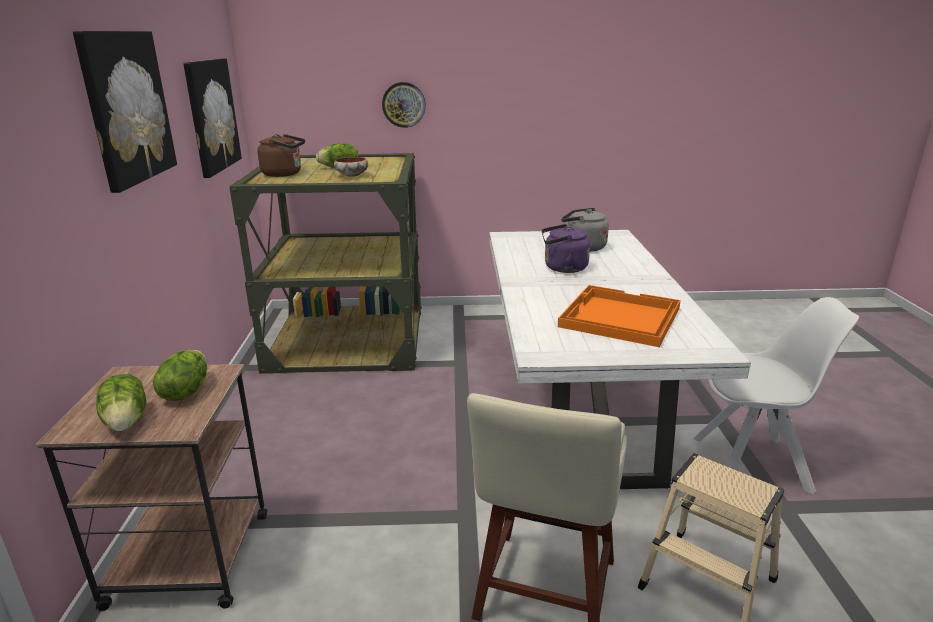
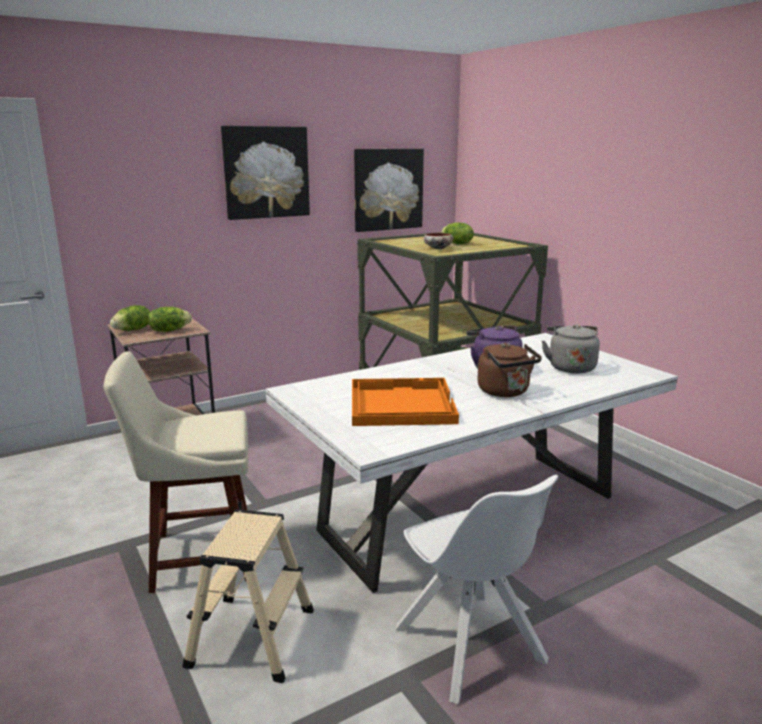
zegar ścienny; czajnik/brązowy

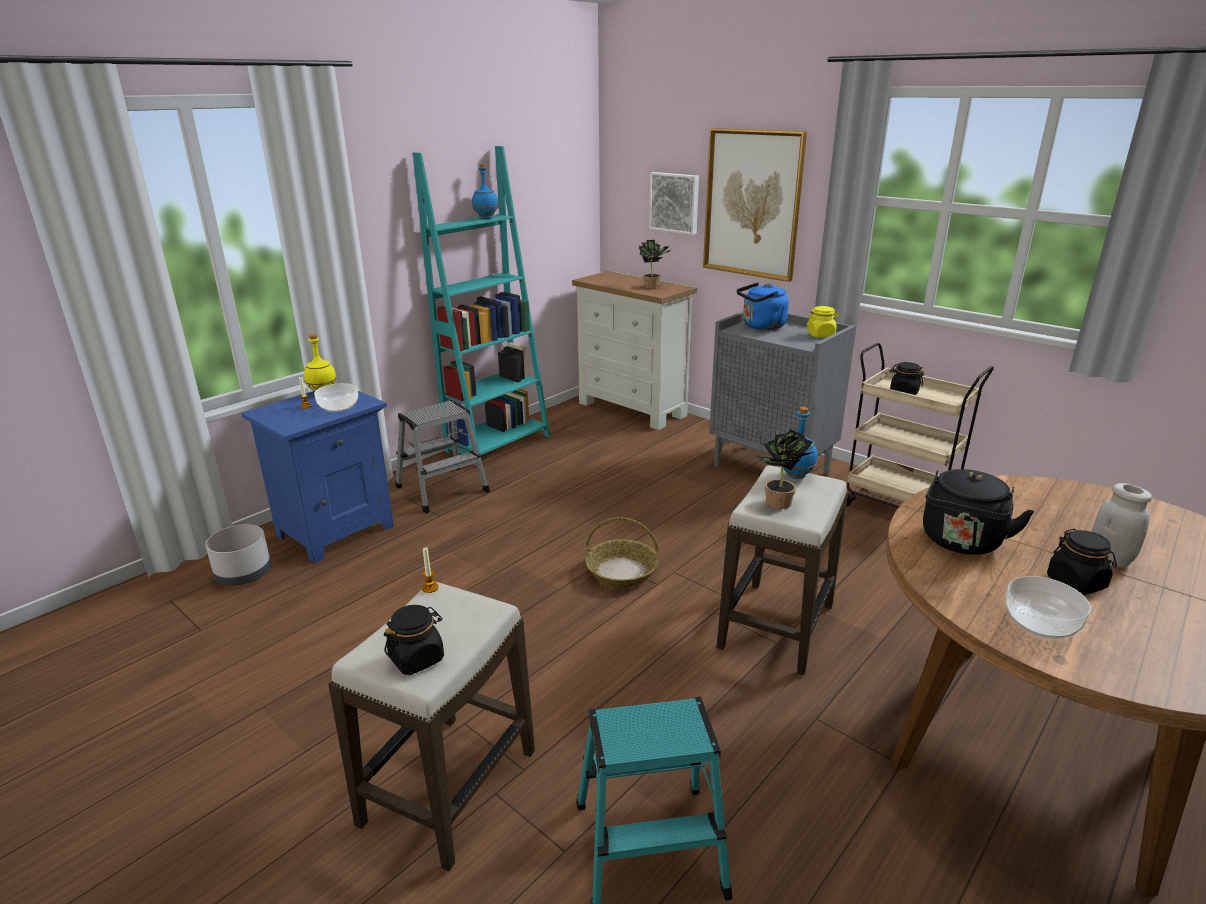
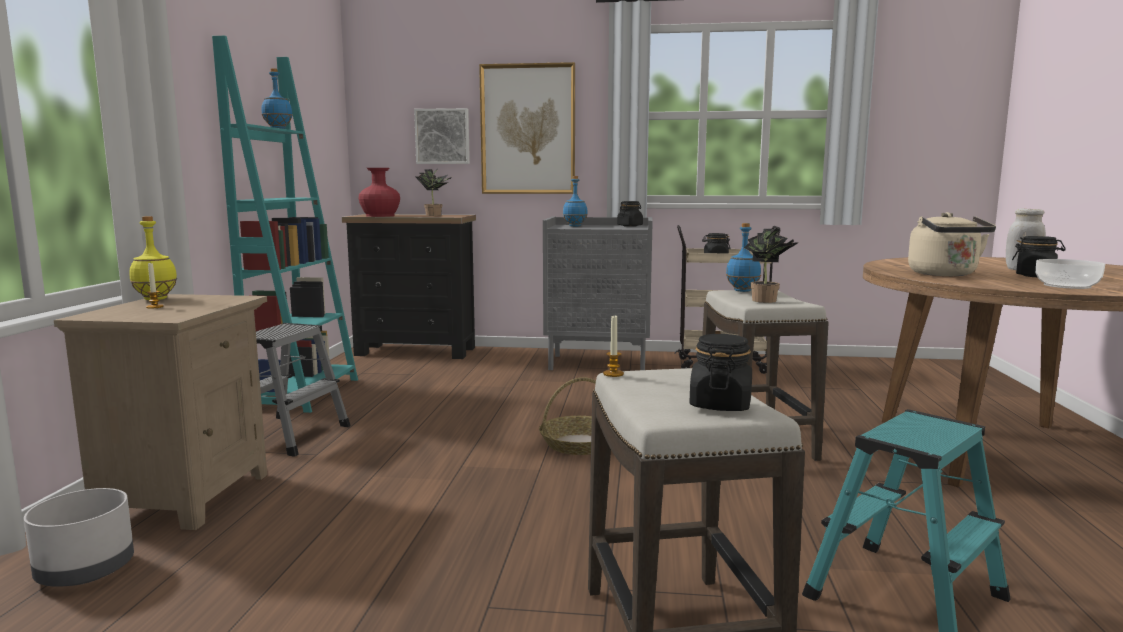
miska (1st from left in the first image); wazon/czerwony; butelka/niebieski (2nd from left); szafka nocna/beżowy; komoda/czarny; słoik/czarny (1st from left); czajnik/beżowy

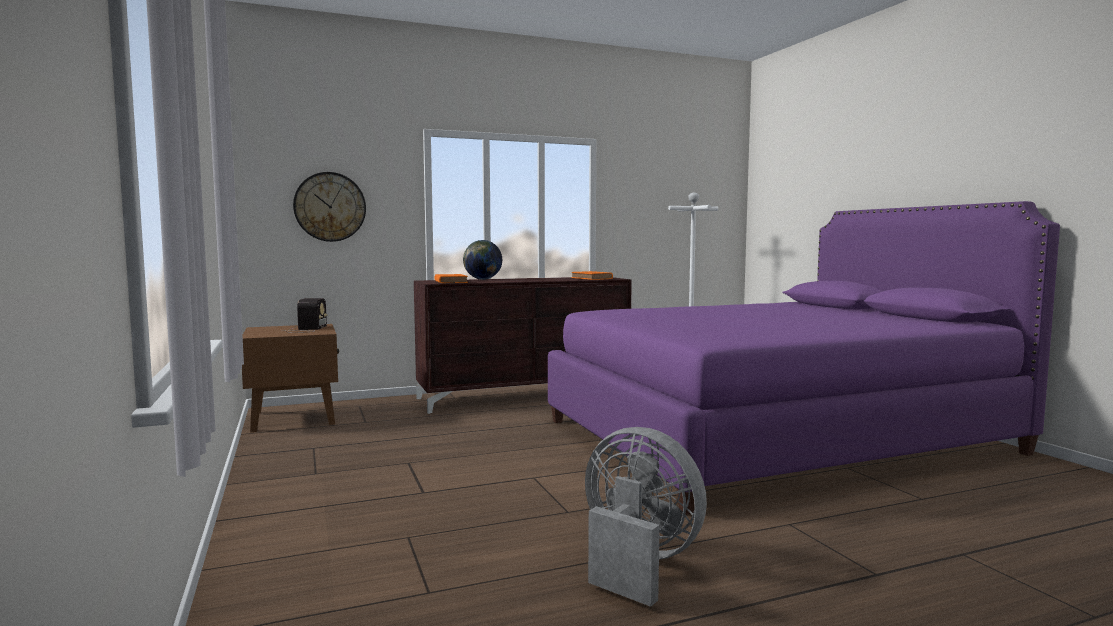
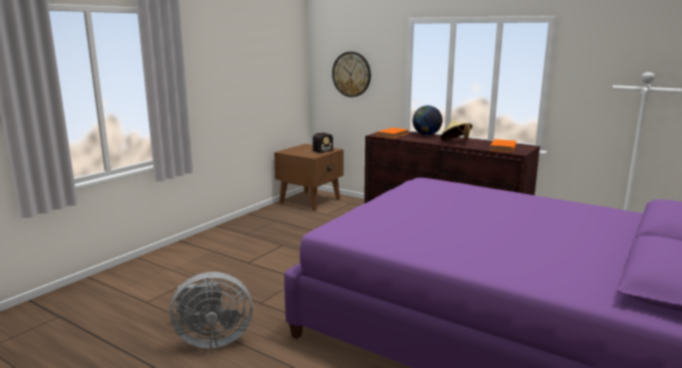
kapelusz/beżowy; wentylator/szary

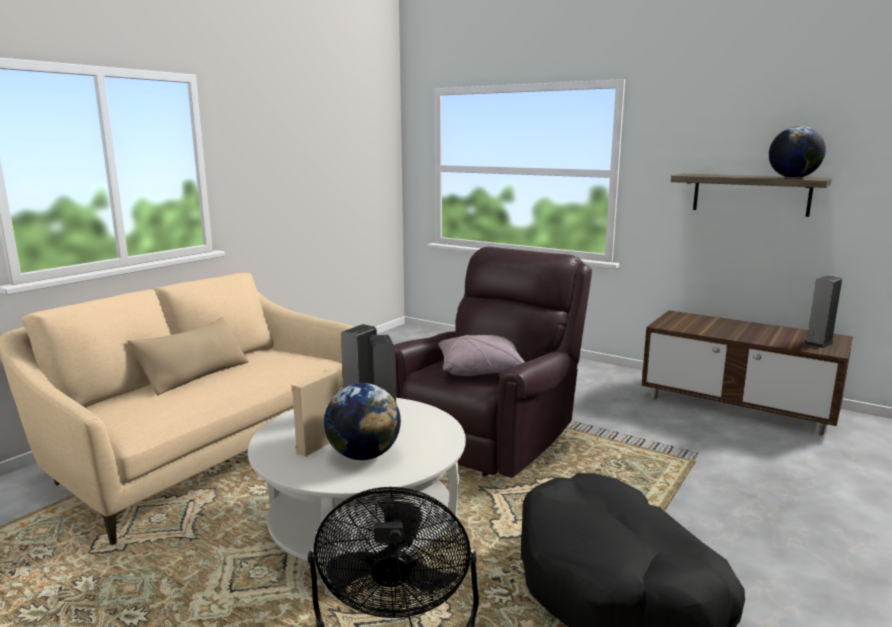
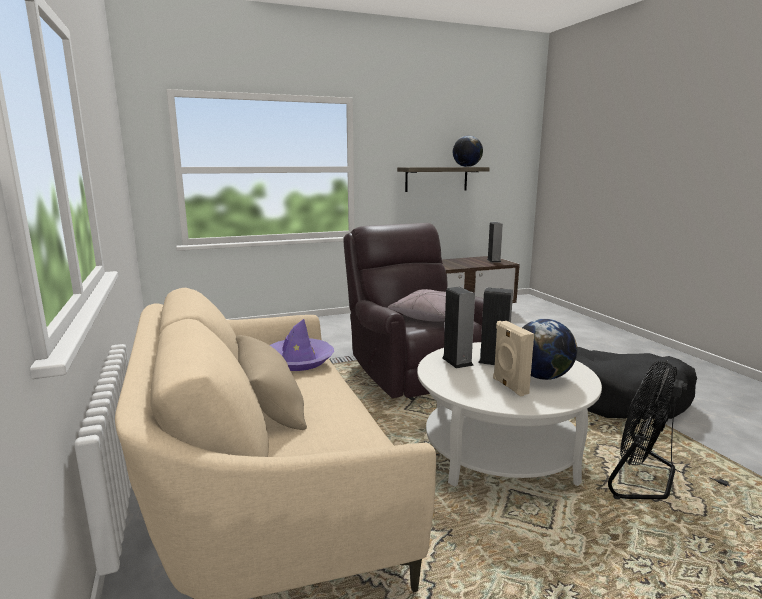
kapelusz/fioletowy

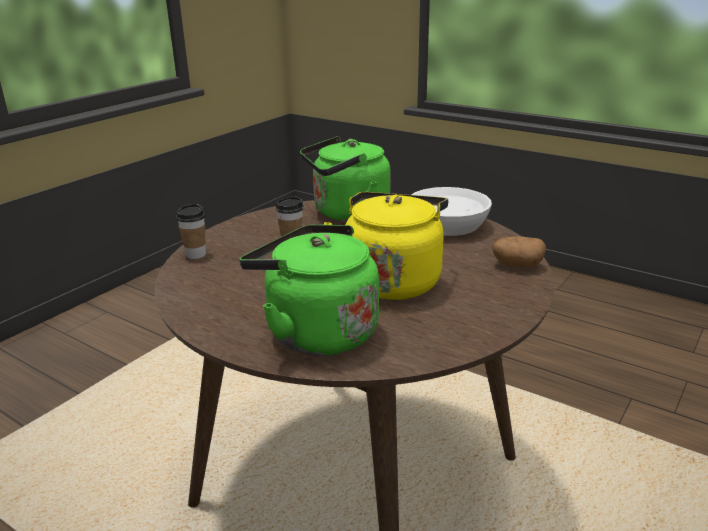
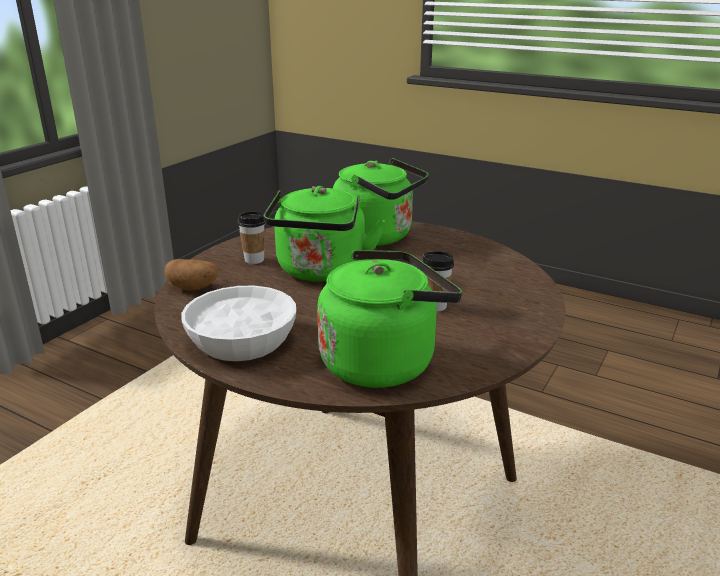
filiżanka (1st from left); czajnik/zielony (1st from left)

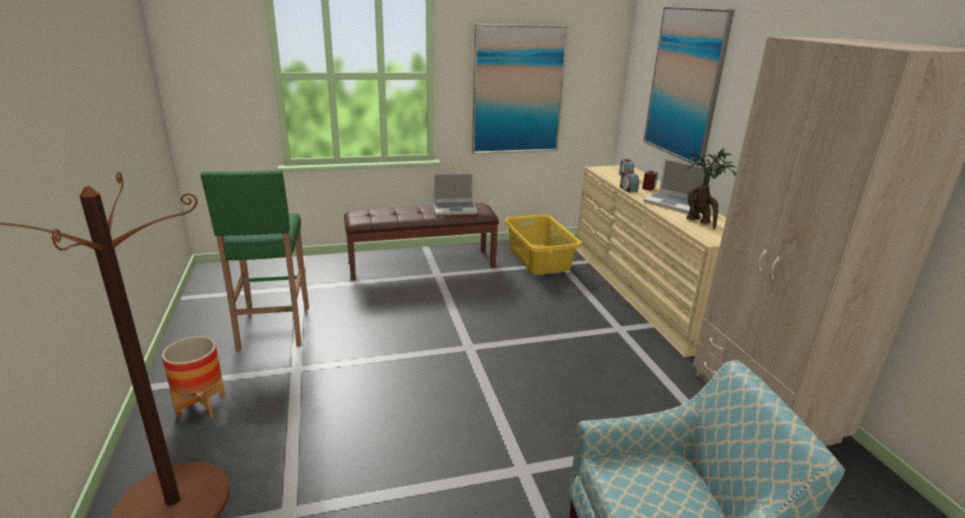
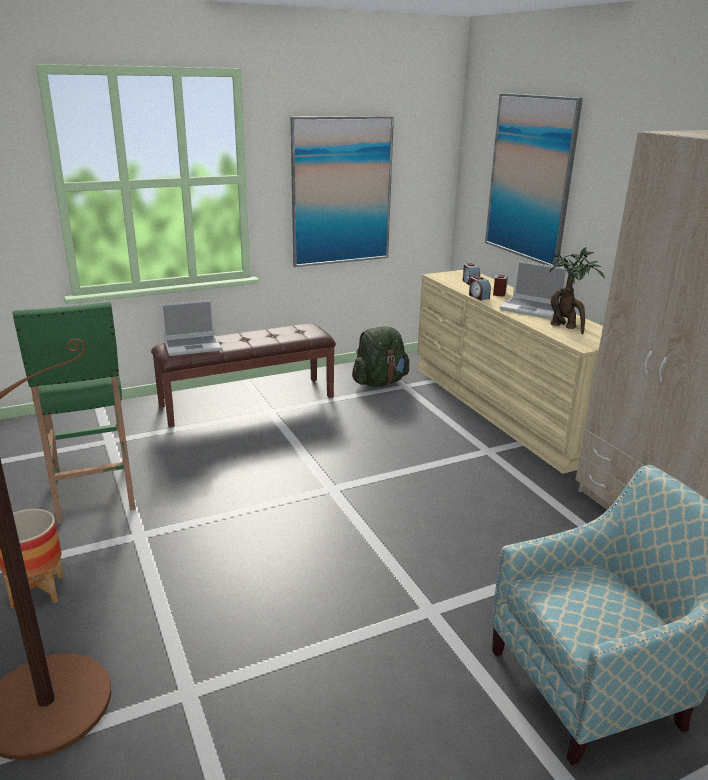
laptop (1st from left); plecak/zielony

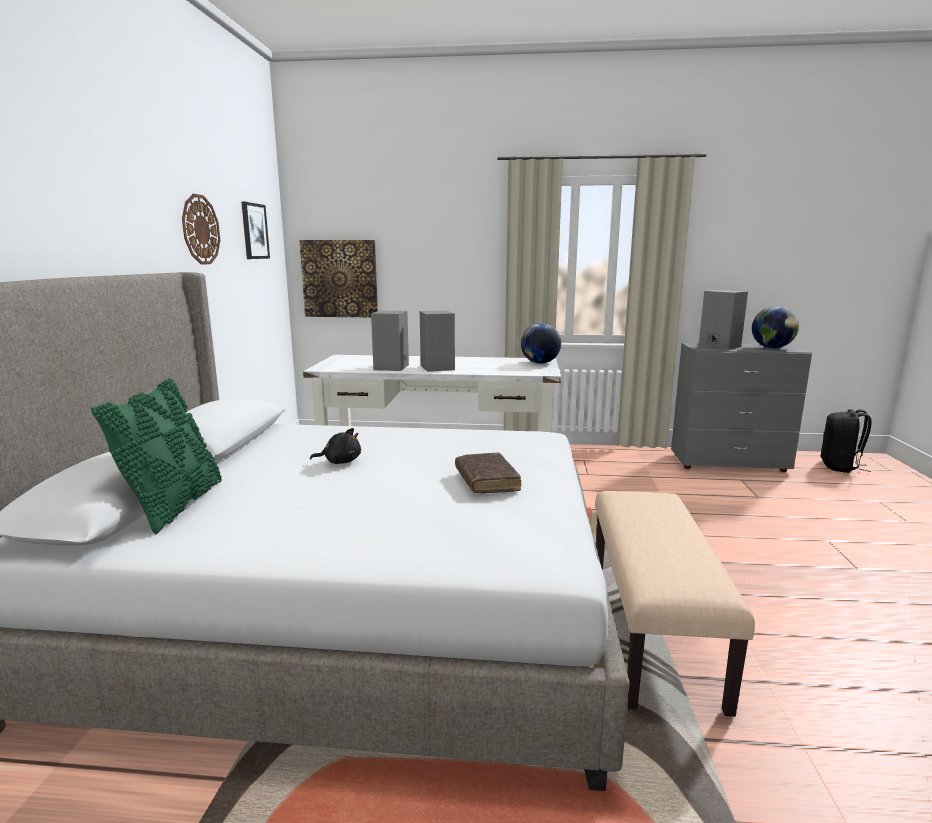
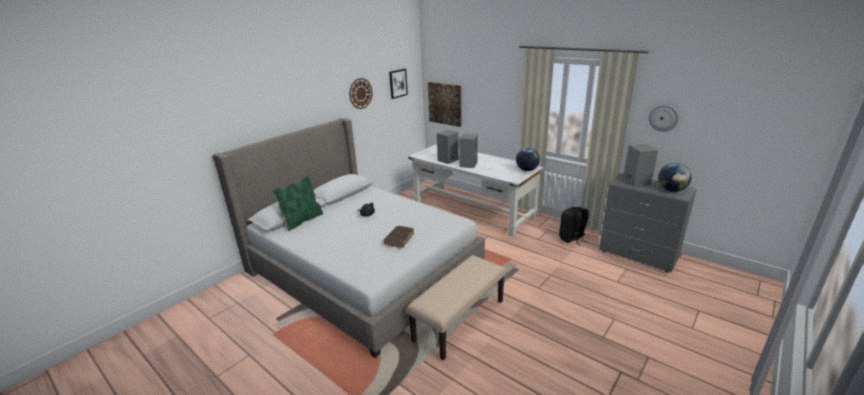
zegar ścienny (2nd from left); plecak/czarny

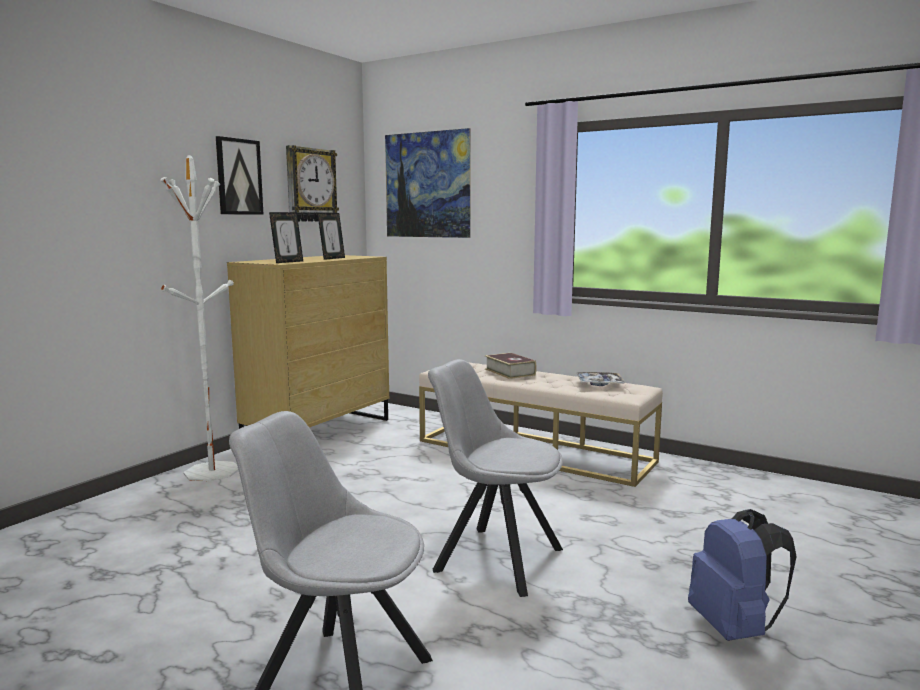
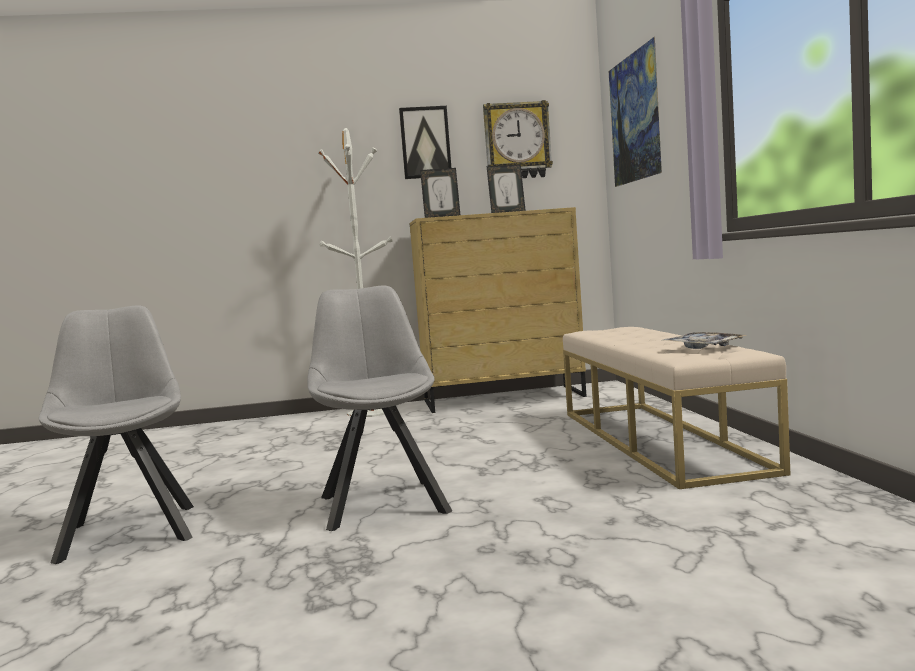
książka; plecak/niebieski

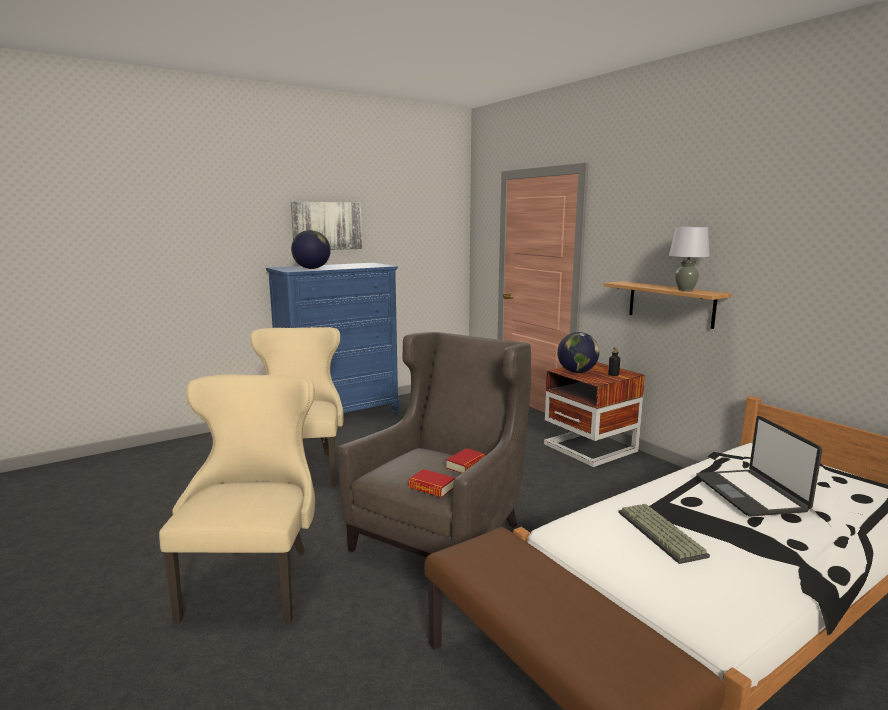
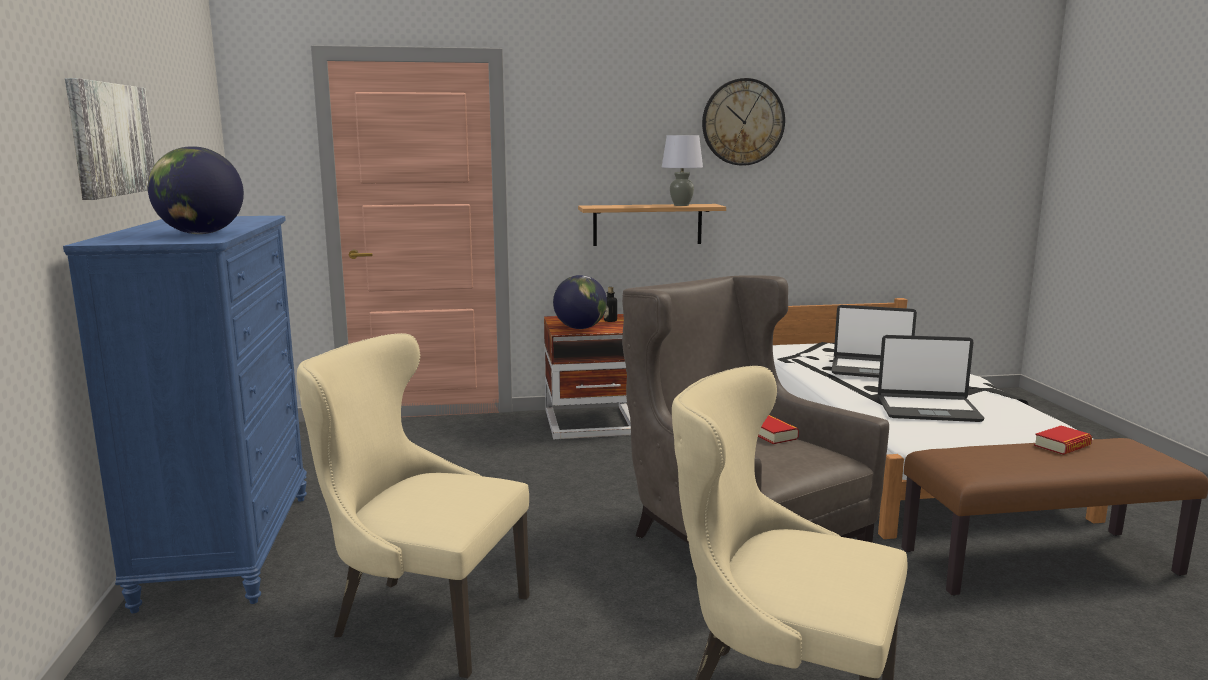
zegar ścienny; książka (2nd from left); laptop (2nd from left)

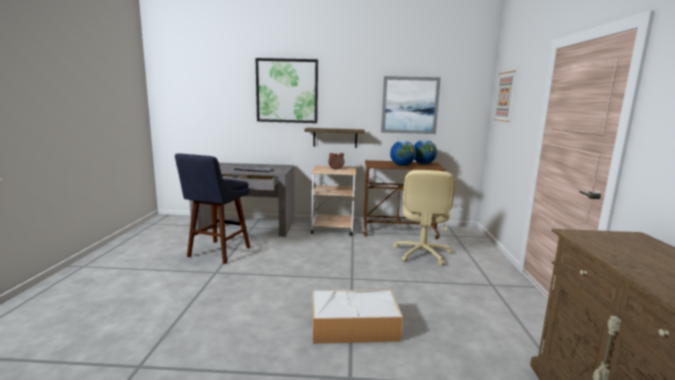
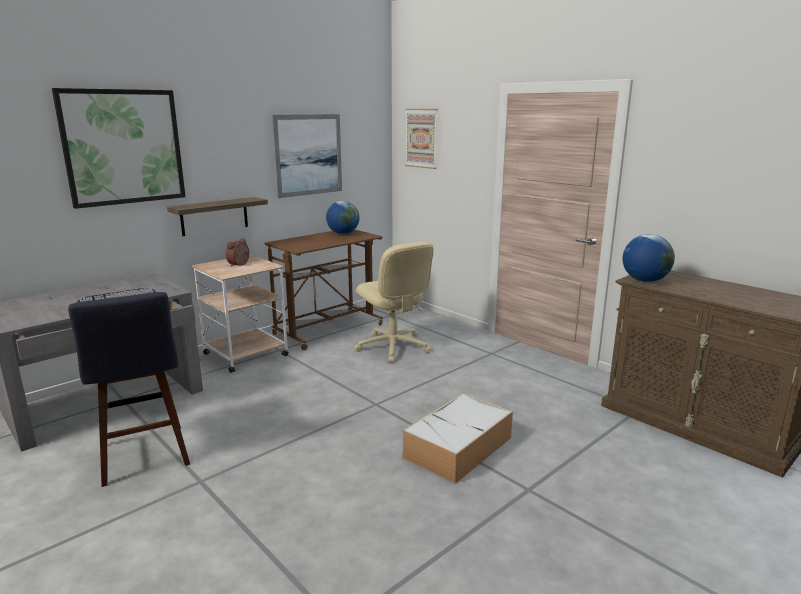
globus (2nd from left)

